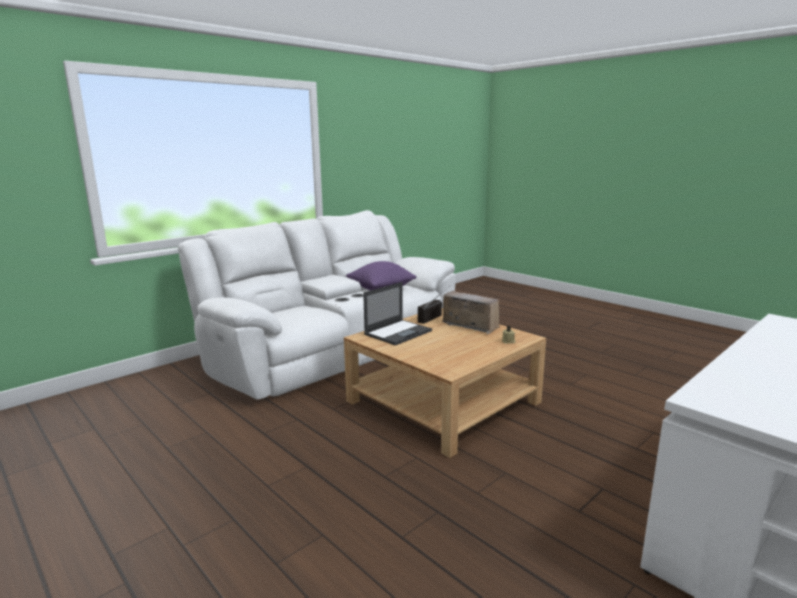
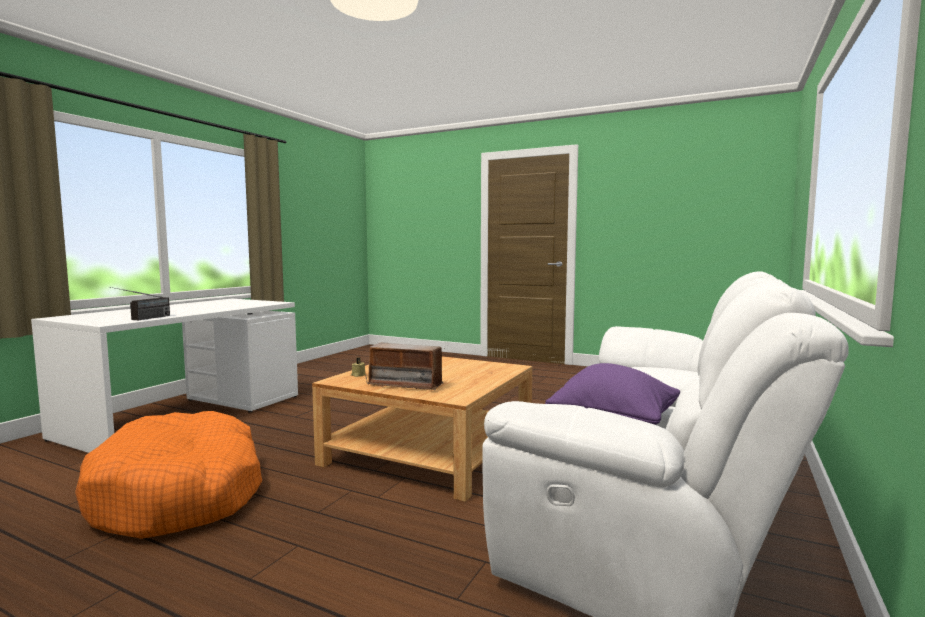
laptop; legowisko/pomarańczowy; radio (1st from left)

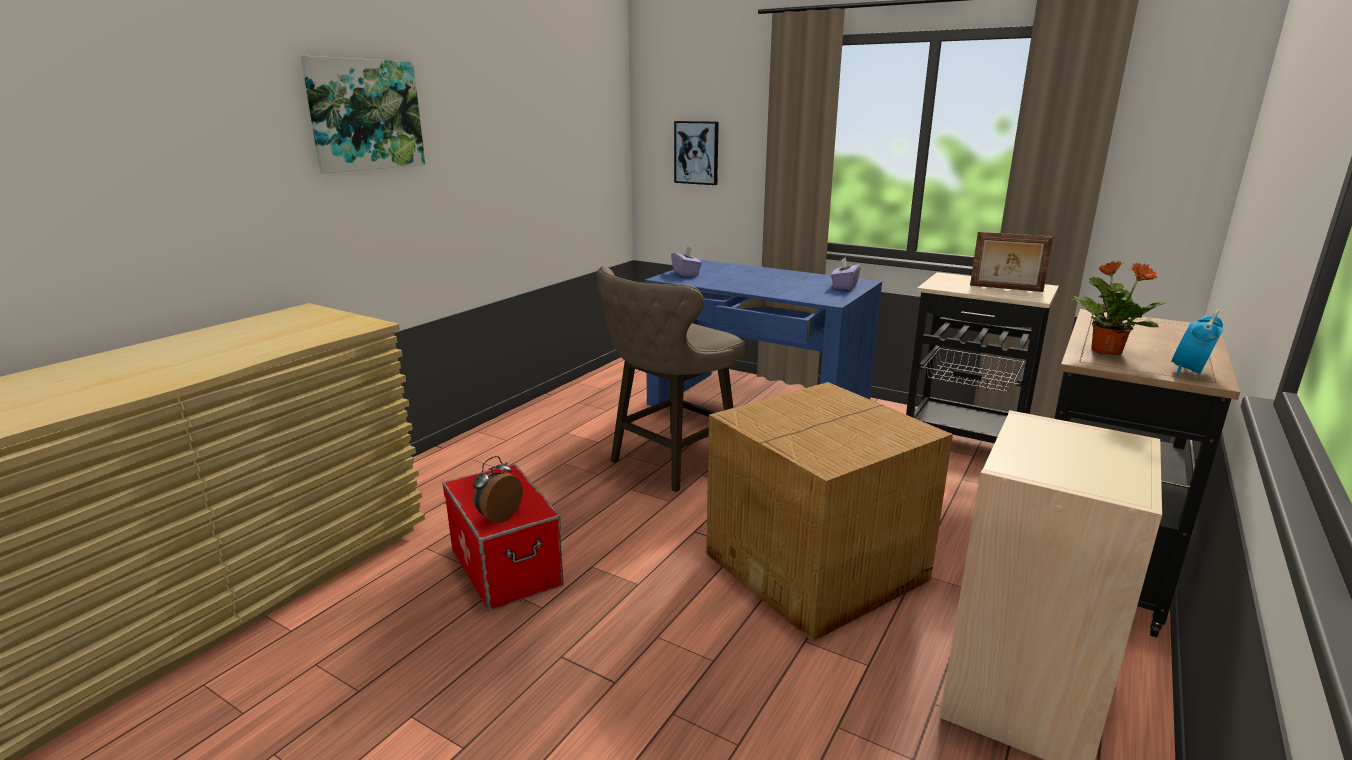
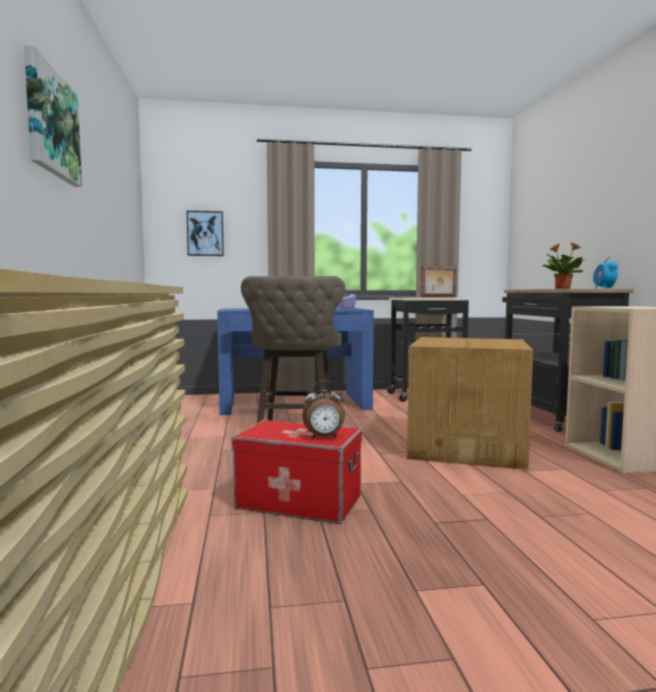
pudełko chusteczek/fioletowy (1st from left in the first image); budzik (1st from left)

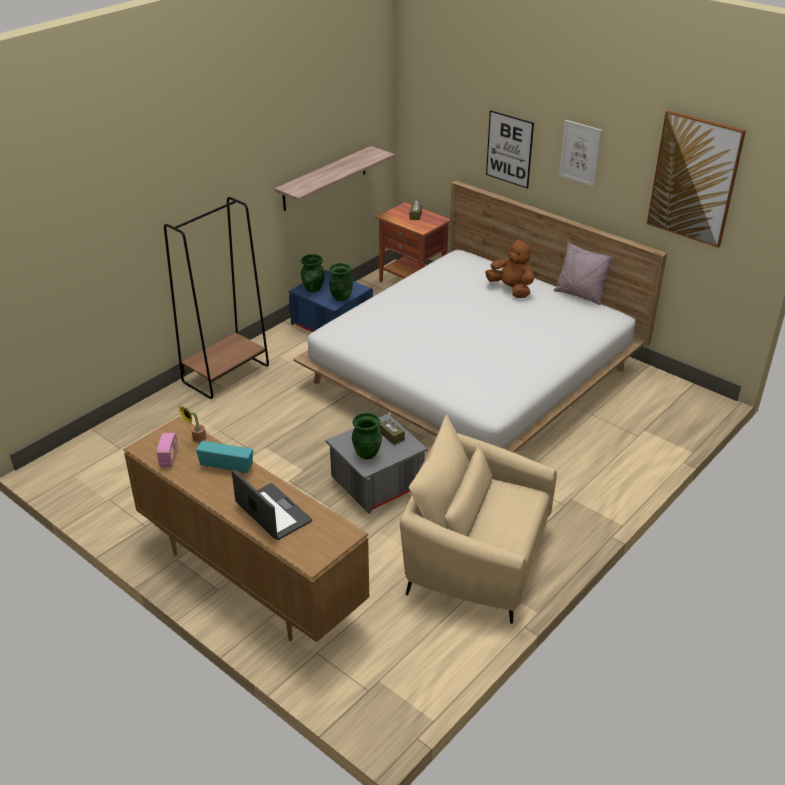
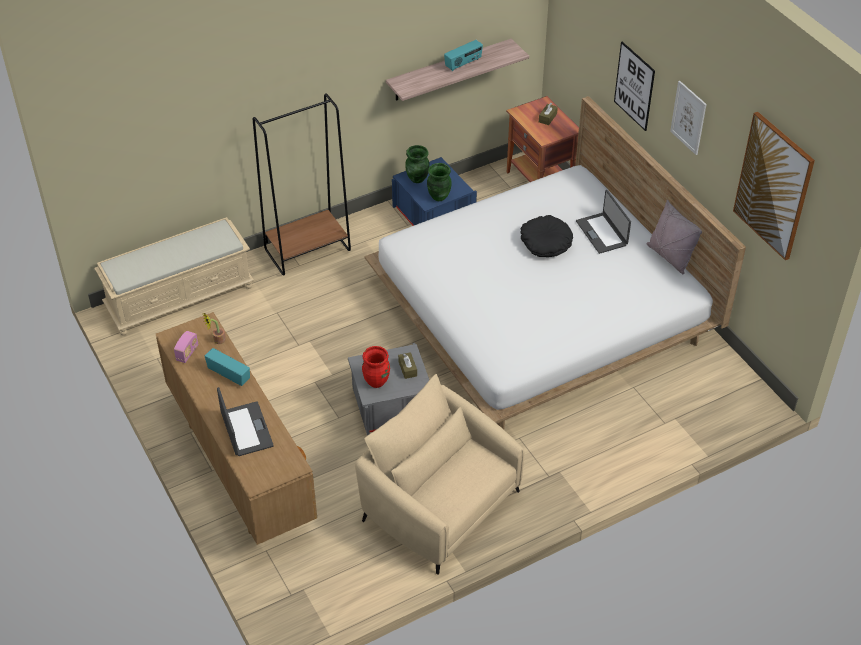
ławka/beżowy; radio (3rd from left); poduszka/czarny; laptop (2nd from left); wazon/czerwony

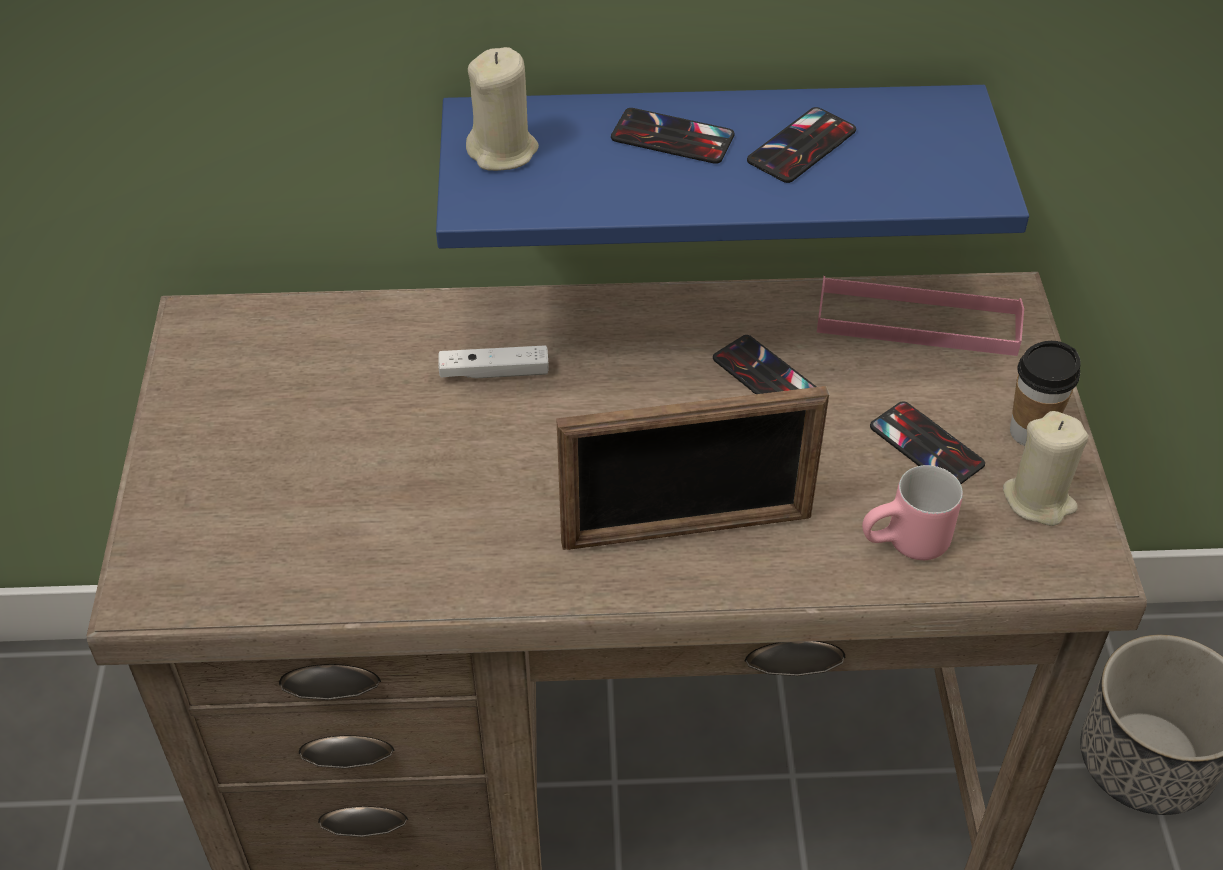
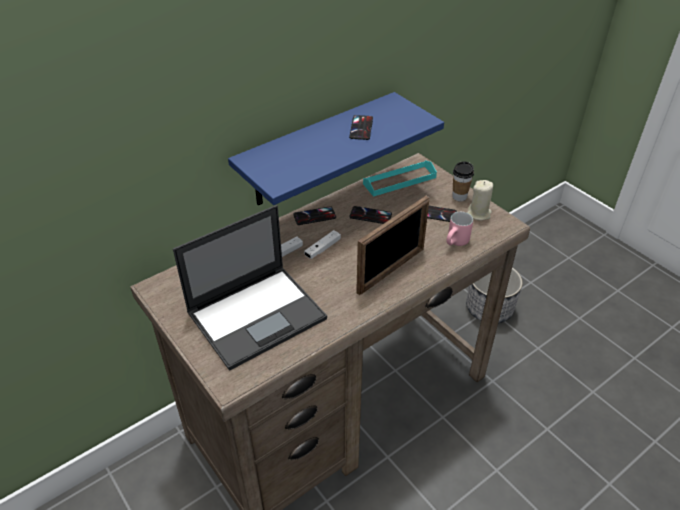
świeca/beżowy (1st from left in the first image); laptop; pad do gier/biały (2nd from left); telefon (1st from left); taca/turkusowy

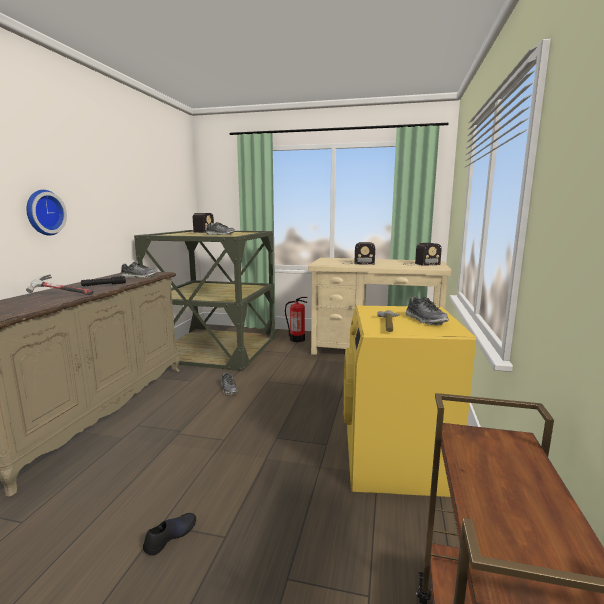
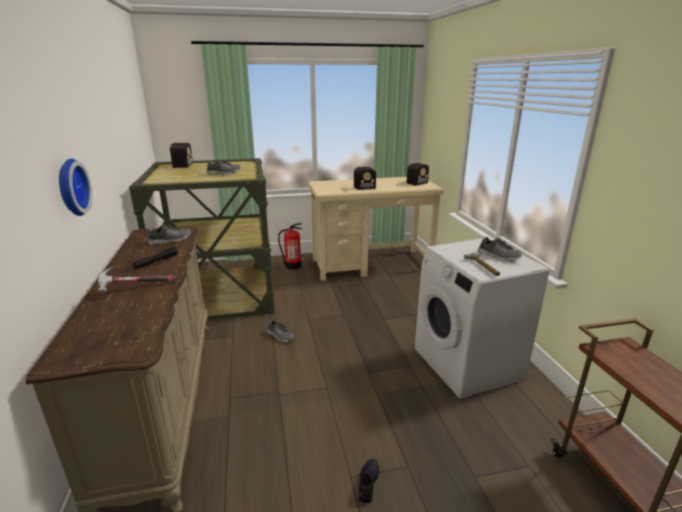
pralka/biały

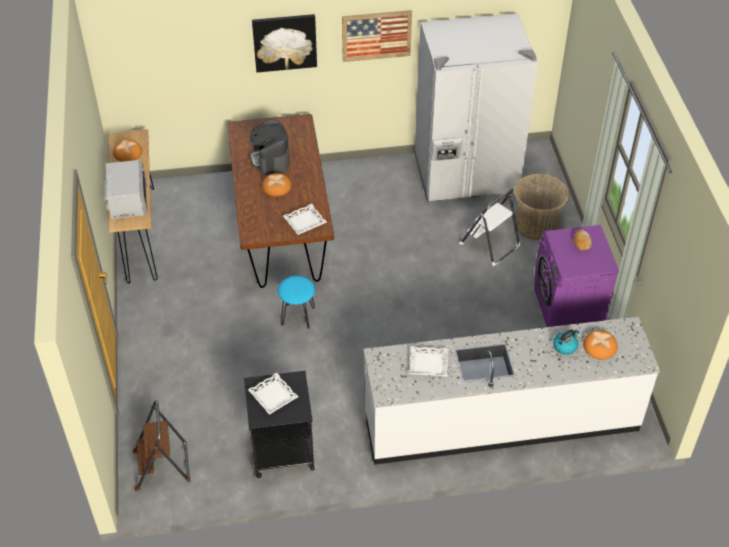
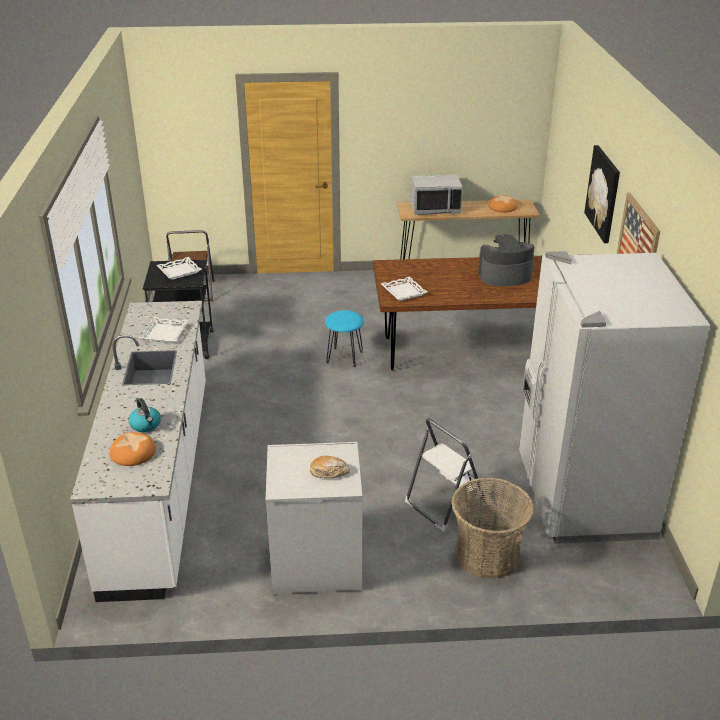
chleb (2nd from left in the first image); pralka/biały

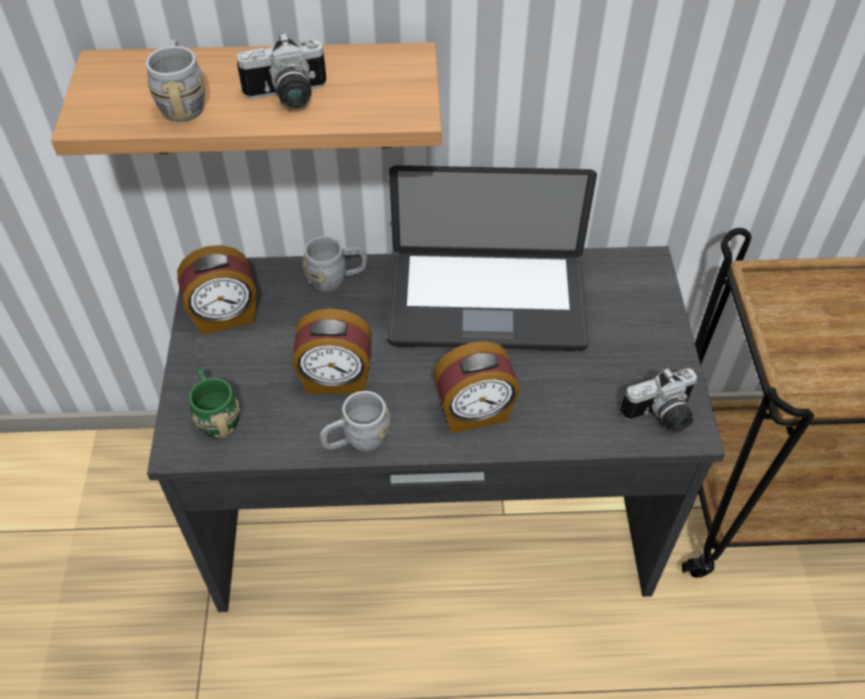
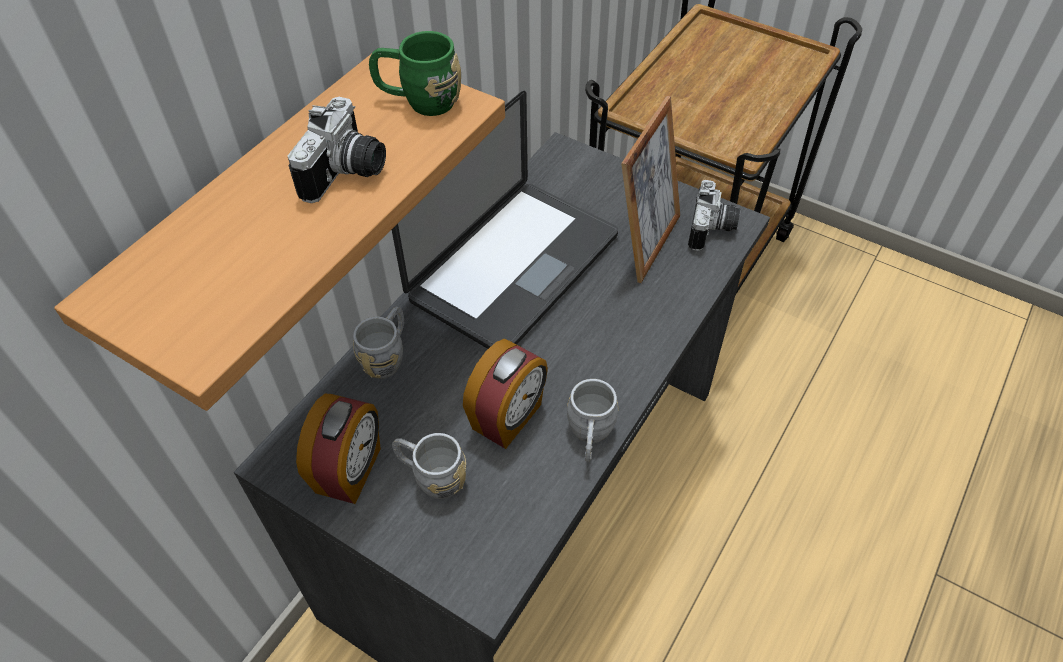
budzik (3rd from left in the first image); ramka na zdjęcie; kubek/szary (2nd from left); kubek/zielony

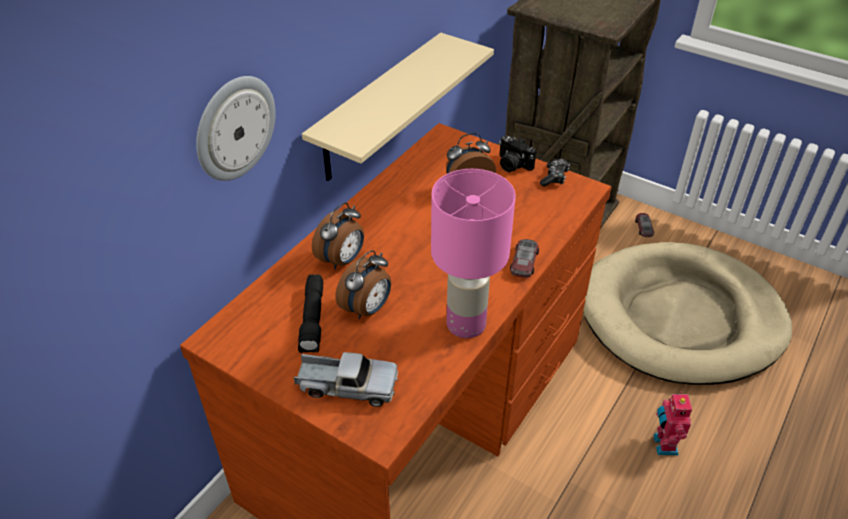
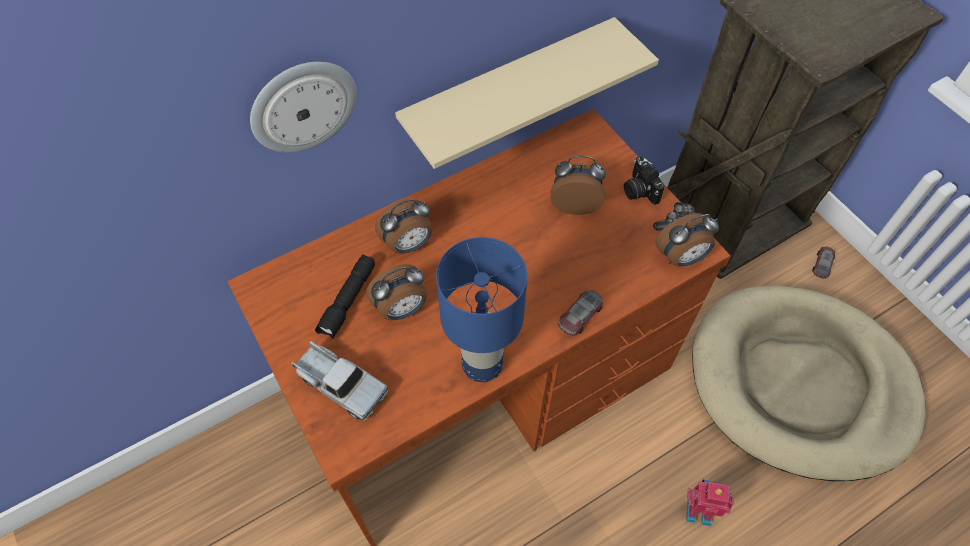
budzik (4th from left); lampa stołowa/niebieski; robot zabawkowy

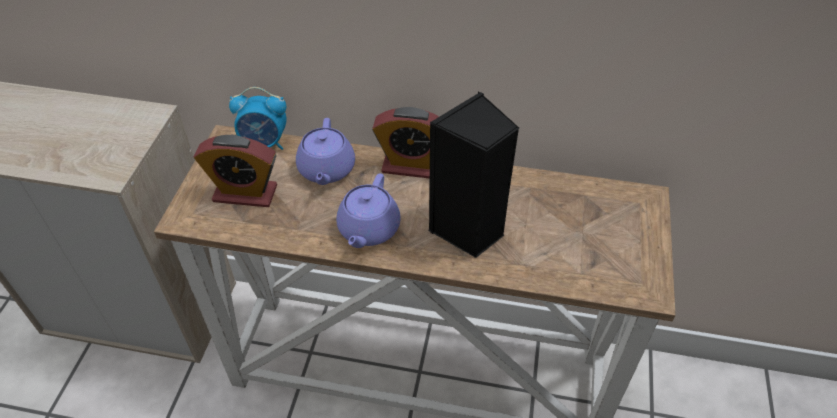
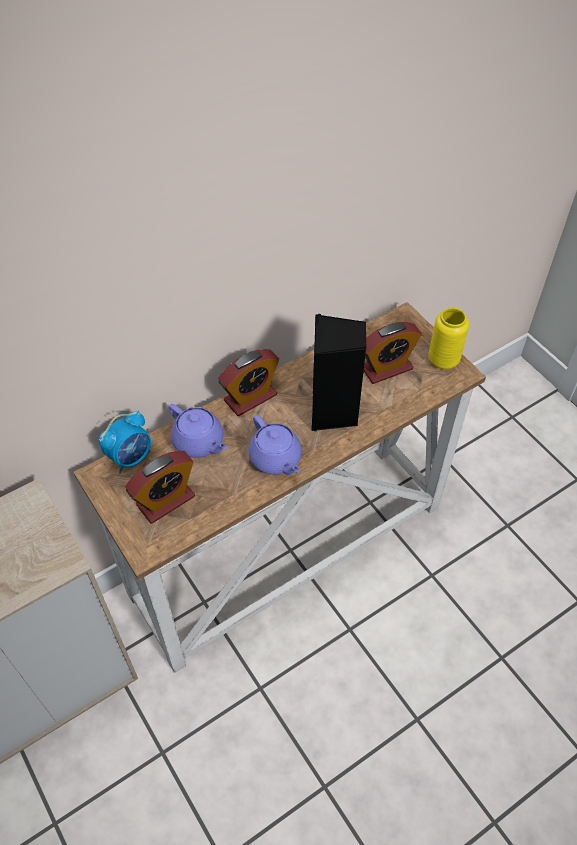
budzik (4th from left); wazon/żółty

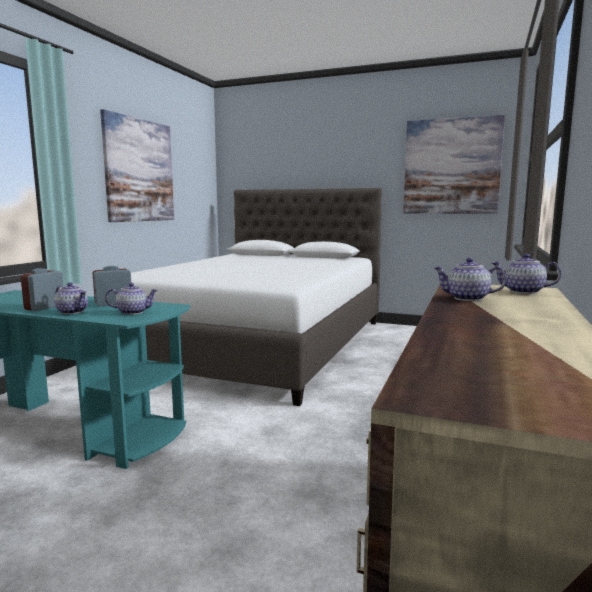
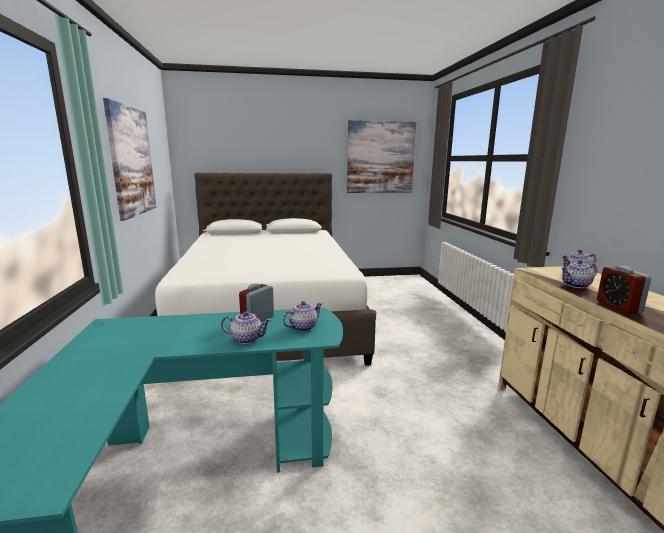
budzik (2nd from left)

